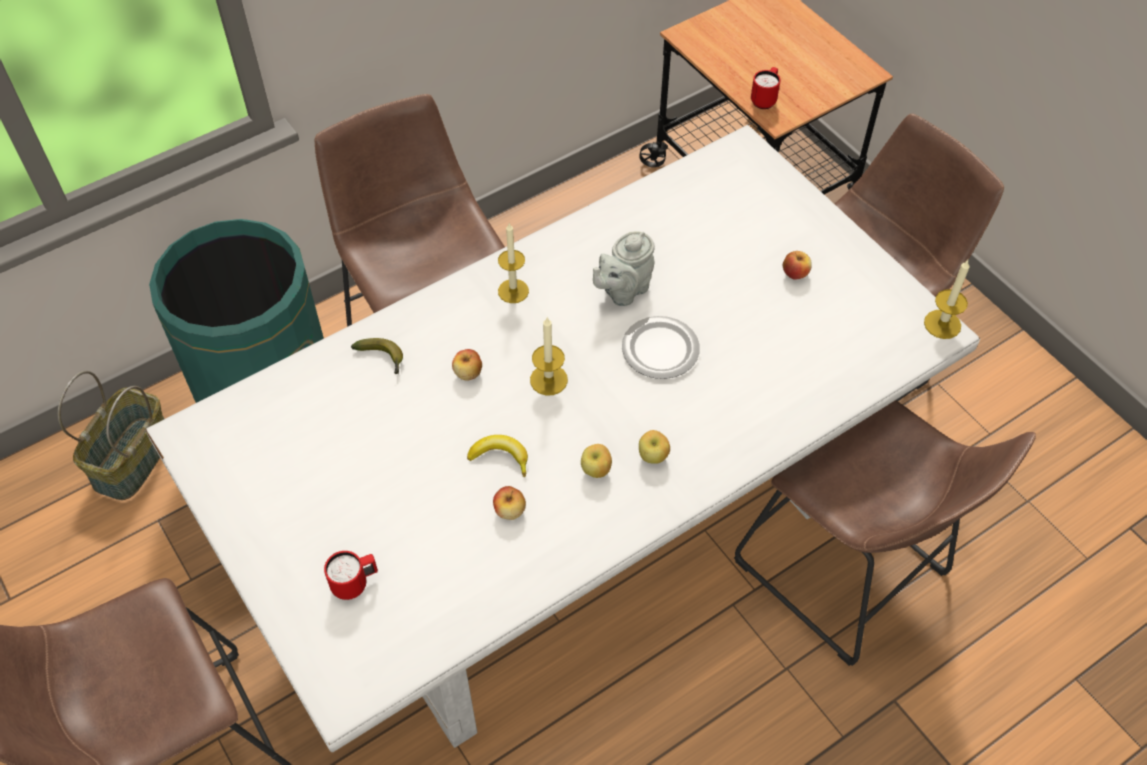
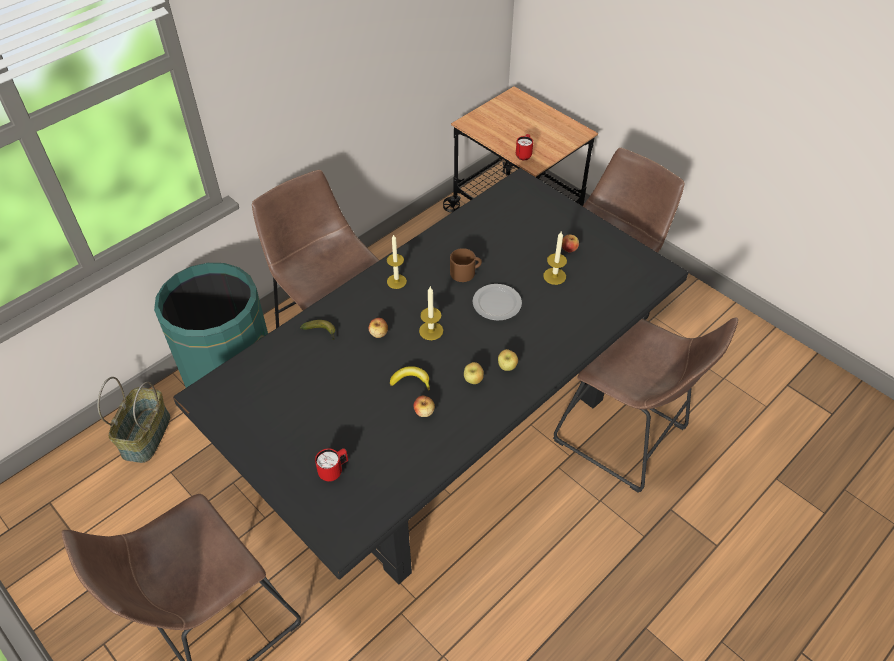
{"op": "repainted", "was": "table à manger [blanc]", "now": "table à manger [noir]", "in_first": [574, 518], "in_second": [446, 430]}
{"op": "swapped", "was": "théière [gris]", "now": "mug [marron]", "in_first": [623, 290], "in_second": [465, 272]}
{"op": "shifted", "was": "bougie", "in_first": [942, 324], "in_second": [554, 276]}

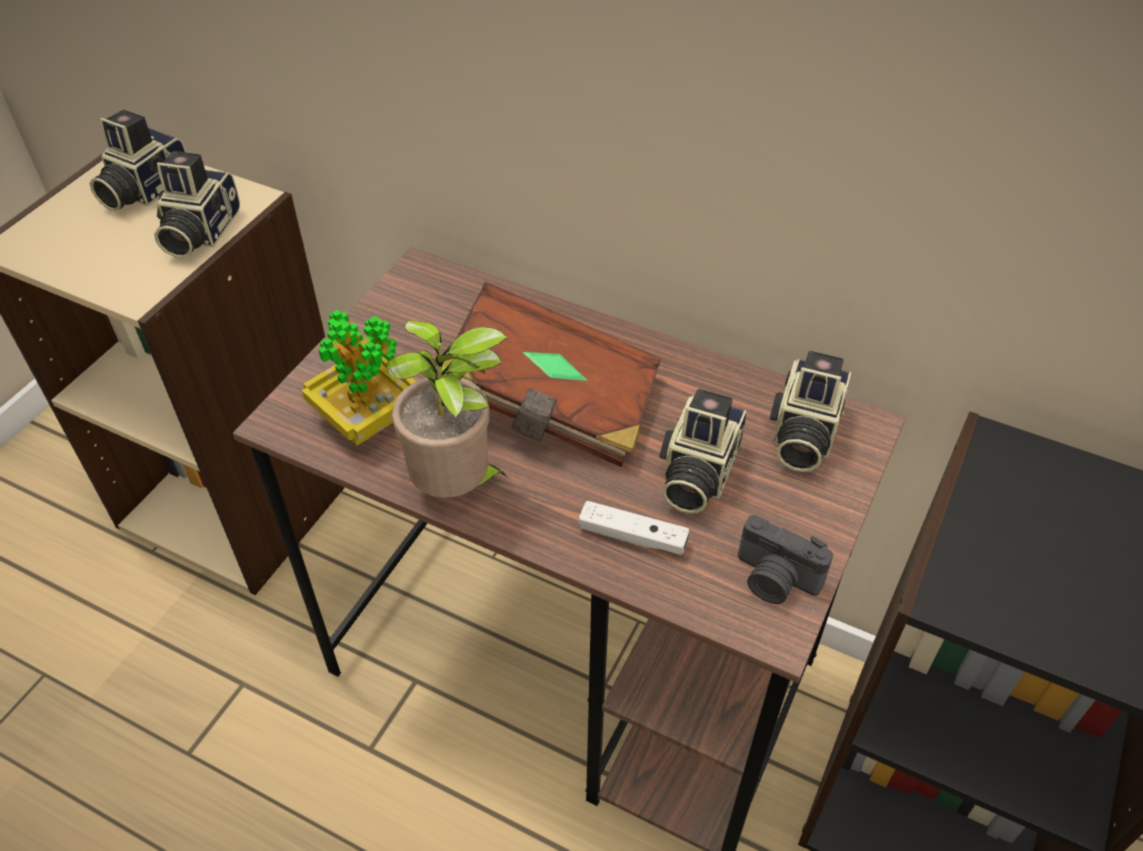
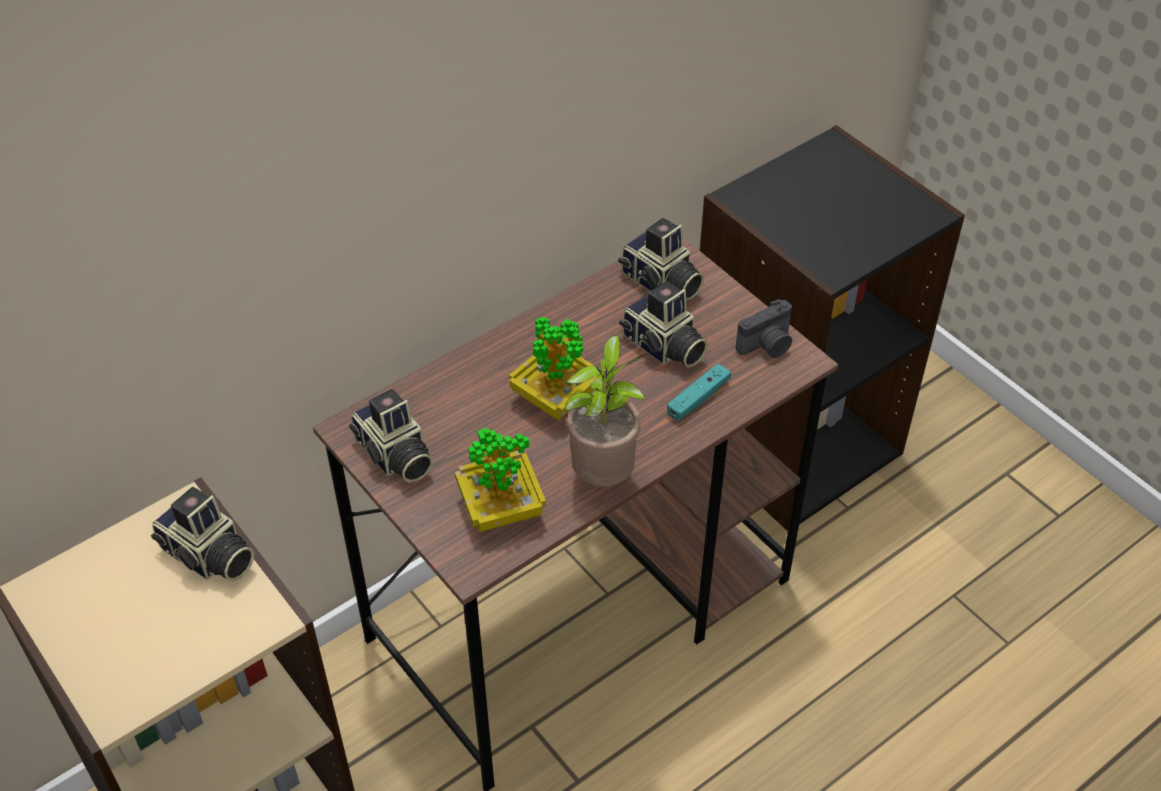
{"op": "shifted", "was": "appareil photo", "in_first": [143, 189], "in_second": [394, 456]}
{"op": "swapped", "was": "livre [marron]", "now": "plante en pot", "in_first": [551, 405], "in_second": [555, 398]}
{"op": "repainted", "was": "manette [blanc]", "now": "manette [turquoise]", "in_first": [632, 536], "in_second": [698, 398]}

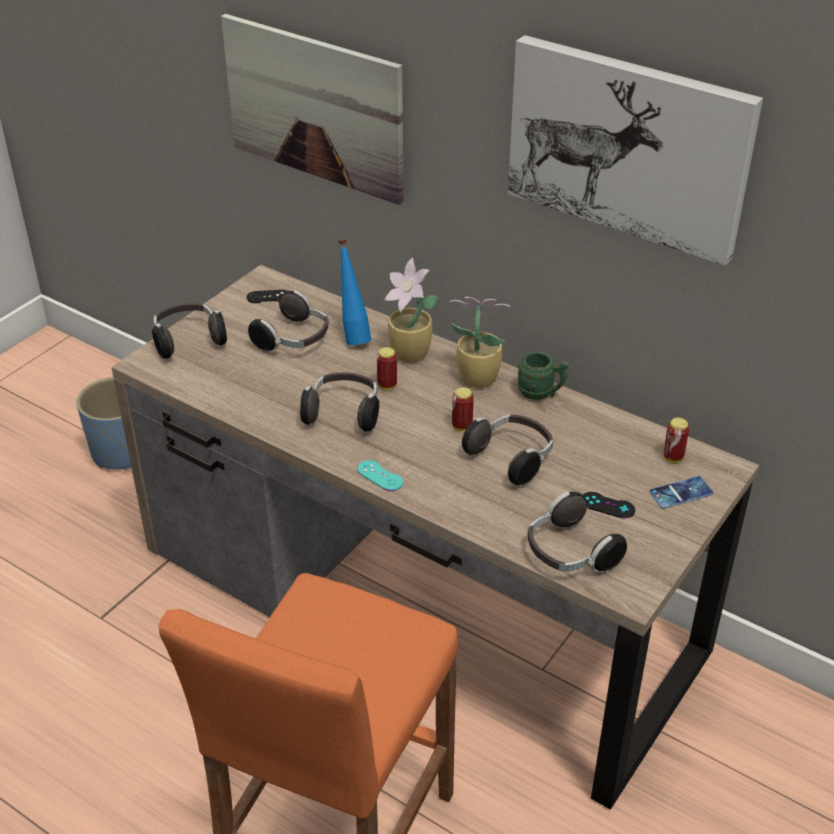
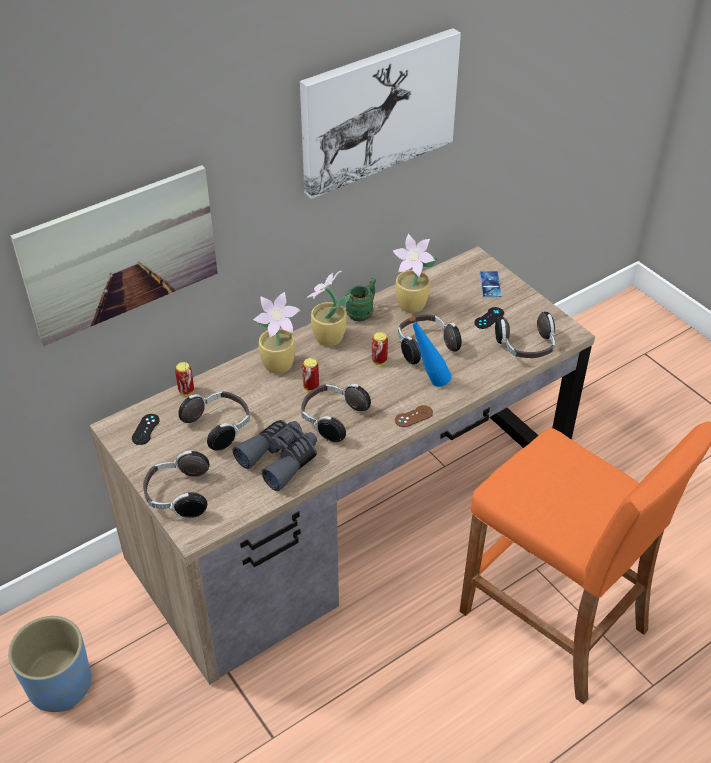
{"op": "shifted", "was": "bouteille [bleu]", "in_first": [353, 336], "in_second": [428, 381]}
{"op": "shifted", "was": "boîte métallique", "in_first": [673, 457], "in_second": [186, 391]}
{"op": "repainted", "was": "manette [turquoise]", "now": "manette [marron]", "in_first": [380, 476], "in_second": [413, 416]}
{"op": "new", "now": "plante en pot", "in_second": [412, 306]}
{"op": "new", "now": "jumelles [gris]", "in_second": [280, 459]}

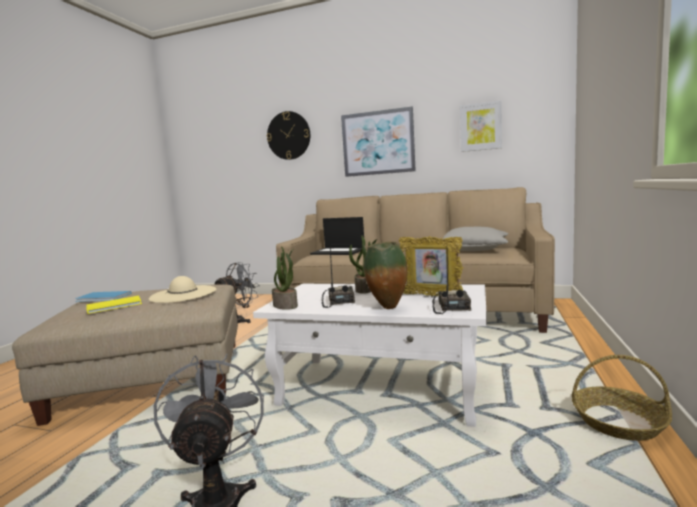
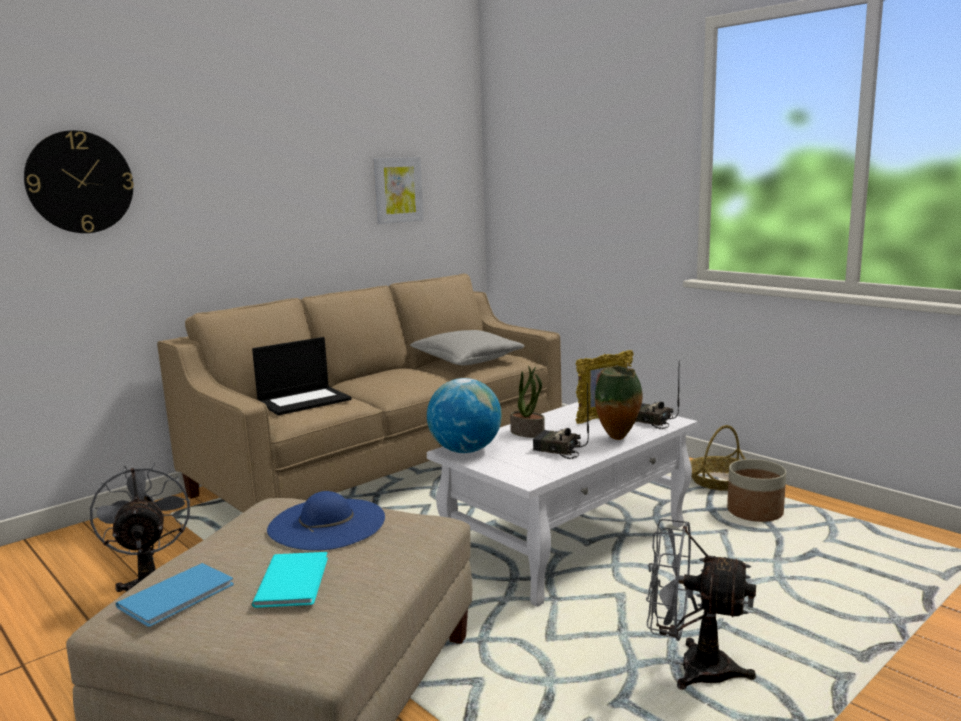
{"op": "gone", "was": "tableau", "in_first": [378, 143]}
{"op": "gone", "was": "plante en pot", "in_first": [286, 305]}
{"op": "repainted", "was": "chapeau [beige]", "now": "chapeau [bleu]", "in_first": [183, 294], "in_second": [327, 523]}
{"op": "repainted", "was": "livre [jaune]", "now": "livre [turquoise]", "in_first": [116, 305], "in_second": [295, 579]}
{"op": "new", "now": "globe", "in_second": [465, 450]}
{"op": "new", "now": "cache-pot", "in_second": [755, 512]}

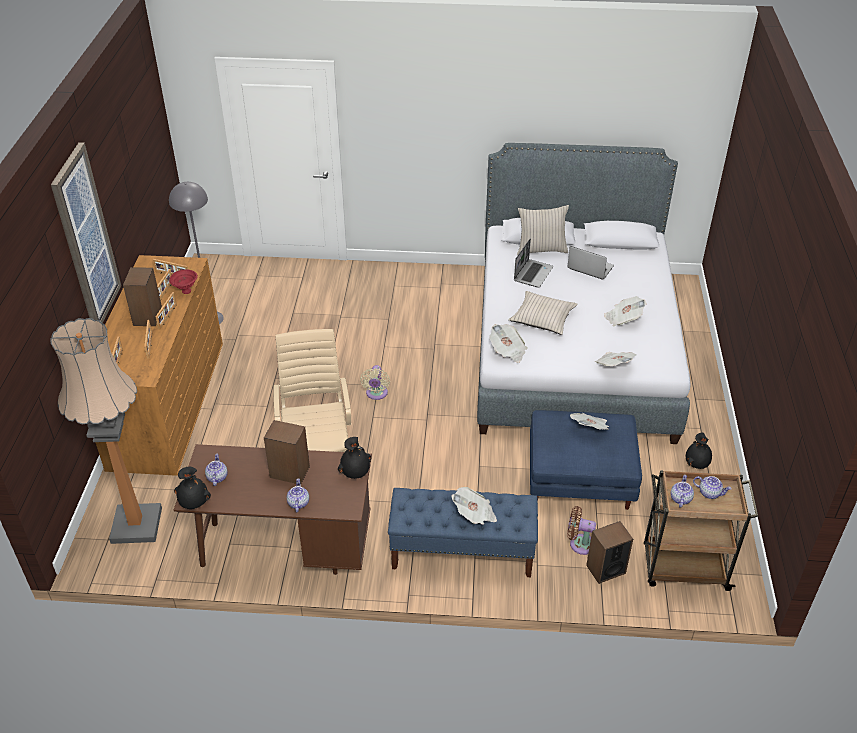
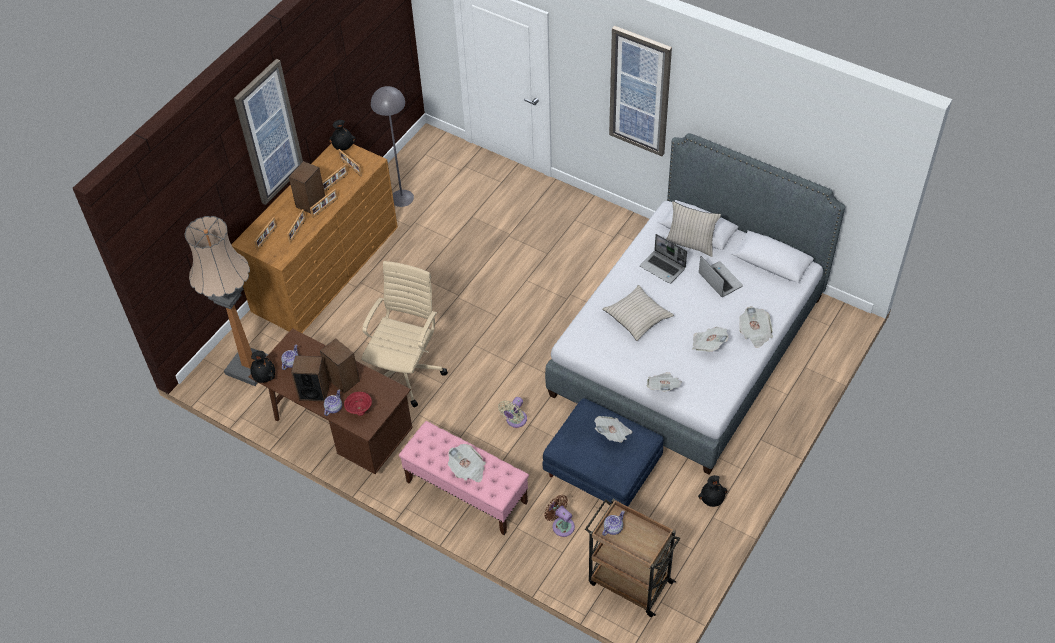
{"op": "rotated", "was": "ordinateur portable", "in_first": [533, 274], "in_second": [663, 267], "clockwise": 75}
{"op": "shifted", "was": "bol [rouge]", "in_first": [186, 291], "in_second": [359, 412]}
{"op": "shifted", "was": "journal", "in_first": [508, 351], "in_second": [755, 333]}
{"op": "shifted", "was": "ventilateur [beige]", "in_first": [376, 394], "in_second": [515, 420]}
{"op": "shifted", "was": "vase [noir]", "in_first": [355, 473], "in_second": [343, 147]}
{"op": "gone", "was": "théière", "in_first": [710, 493]}
{"op": "repainted", "was": "banc [bleu]", "now": "banc [rose]", "in_first": [461, 552], "in_second": [466, 492]}
{"op": "shifted", "was": "enceinte", "in_first": [605, 569], "in_second": [314, 392]}
{"op": "new", "now": "tableau", "in_second": [640, 91]}

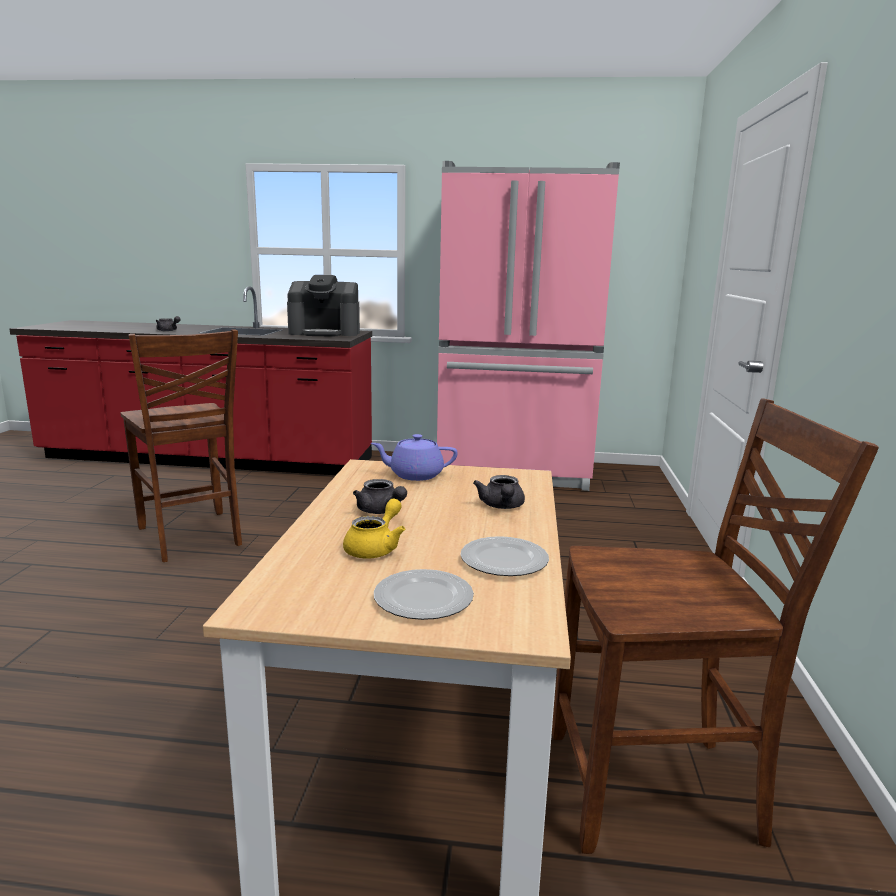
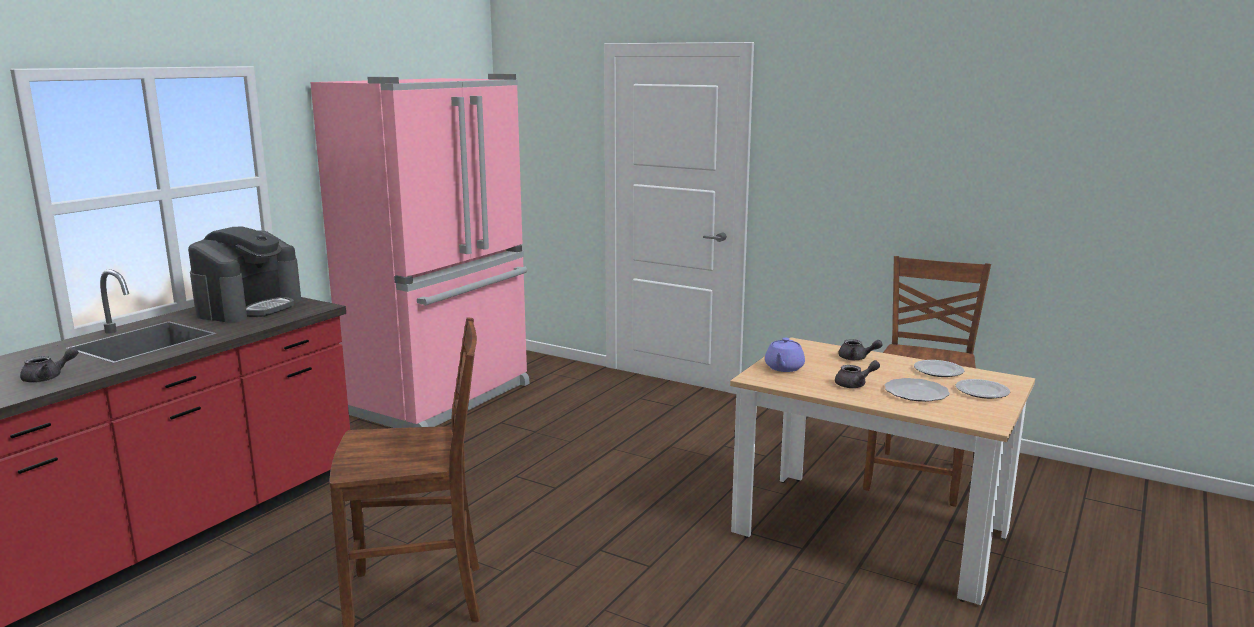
{"op": "swapped", "was": "théière [jaune]", "now": "assiette", "in_first": [375, 548], "in_second": [915, 393]}

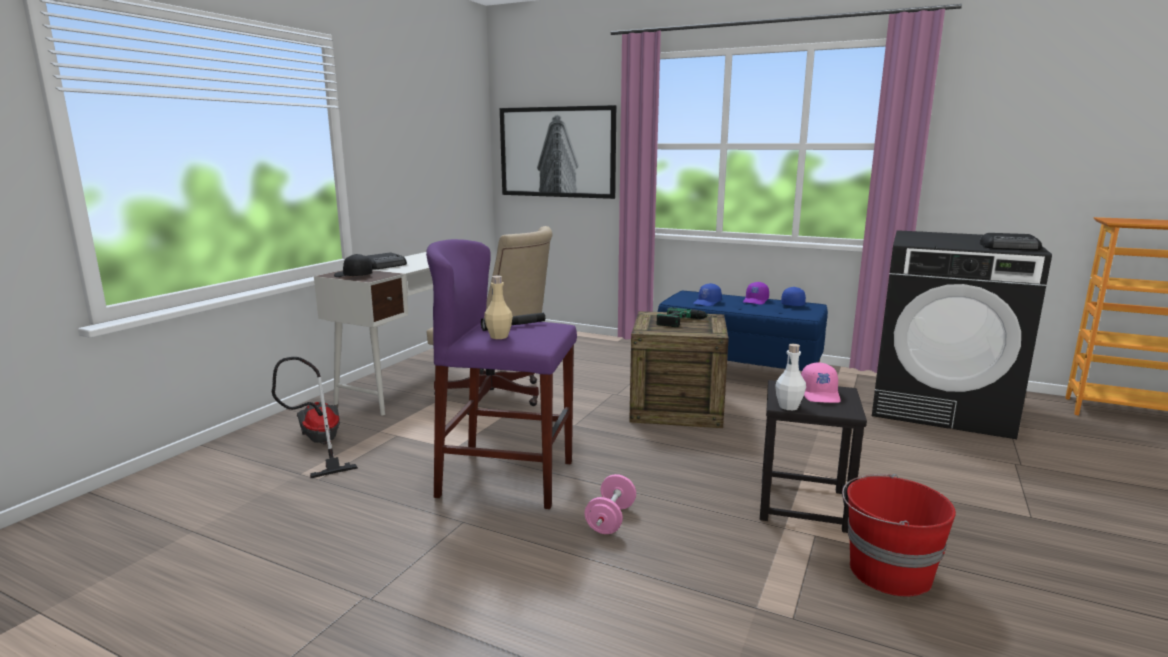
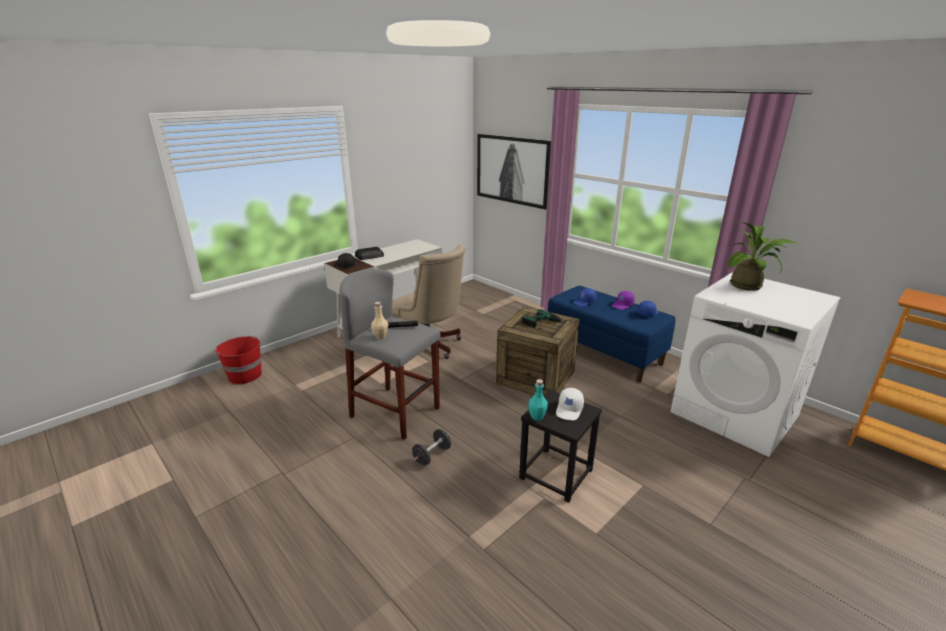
{"op": "repainted", "was": "lave-linge [noir]", "now": "lave-linge [blanc]", "in_first": [940, 407], "in_second": [735, 414]}
{"op": "gone", "was": "radio", "in_first": [1011, 248]}
{"op": "repainted", "was": "tabouret [violet]", "now": "tabouret [gris]", "in_first": [507, 478], "in_second": [395, 412]}
{"op": "repainted", "was": "bouteille [blanc]", "now": "bouteille [turquoise]", "in_first": [788, 407], "in_second": [537, 417]}
{"op": "gone", "was": "aspirateur", "in_first": [319, 444]}
{"op": "repainted", "was": "casquette [rose]", "now": "casquette [blanc]", "in_first": [820, 394], "in_second": [569, 410]}
{"op": "repainted", "was": "haltère [rose]", "now": "haltère [noir]", "in_first": [610, 520], "in_second": [432, 455]}
{"op": "shifted", "was": "seau [rouge]", "in_first": [887, 572], "in_second": [244, 375]}
{"op": "new", "now": "plante en pot", "in_second": [750, 286]}

